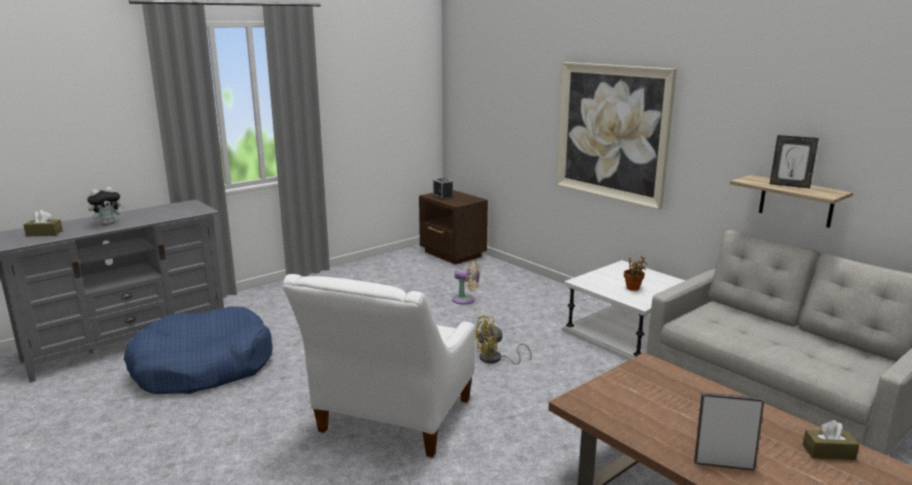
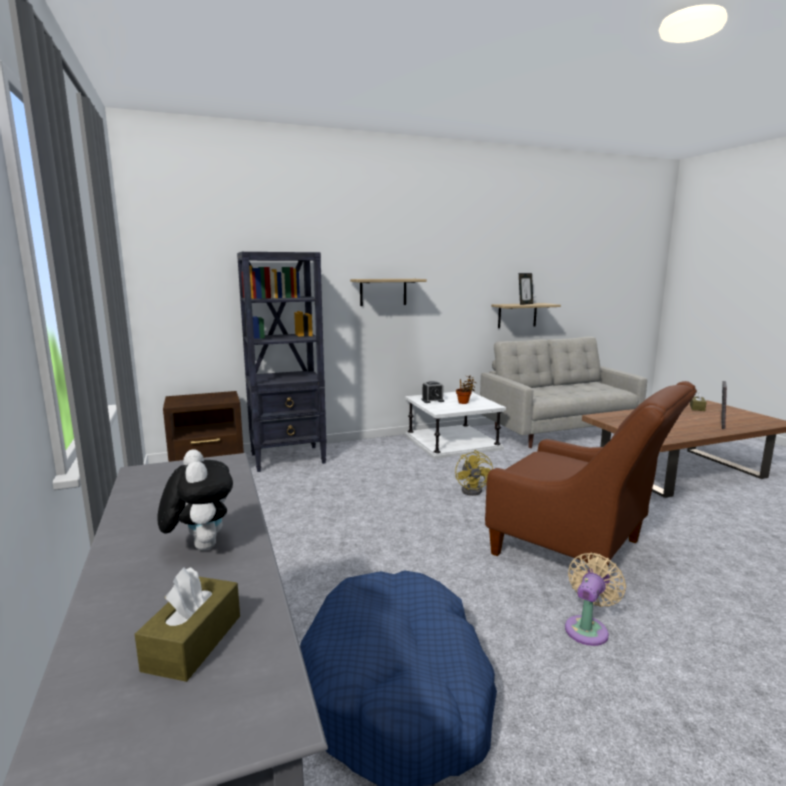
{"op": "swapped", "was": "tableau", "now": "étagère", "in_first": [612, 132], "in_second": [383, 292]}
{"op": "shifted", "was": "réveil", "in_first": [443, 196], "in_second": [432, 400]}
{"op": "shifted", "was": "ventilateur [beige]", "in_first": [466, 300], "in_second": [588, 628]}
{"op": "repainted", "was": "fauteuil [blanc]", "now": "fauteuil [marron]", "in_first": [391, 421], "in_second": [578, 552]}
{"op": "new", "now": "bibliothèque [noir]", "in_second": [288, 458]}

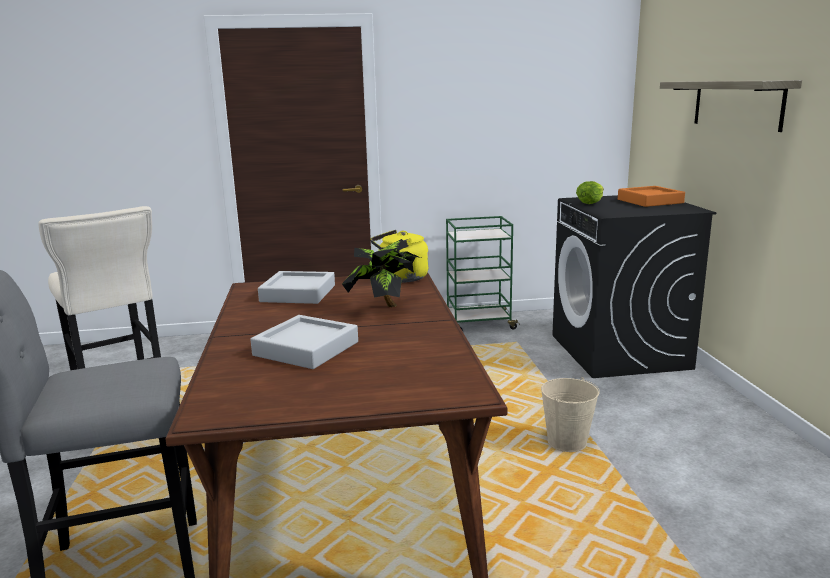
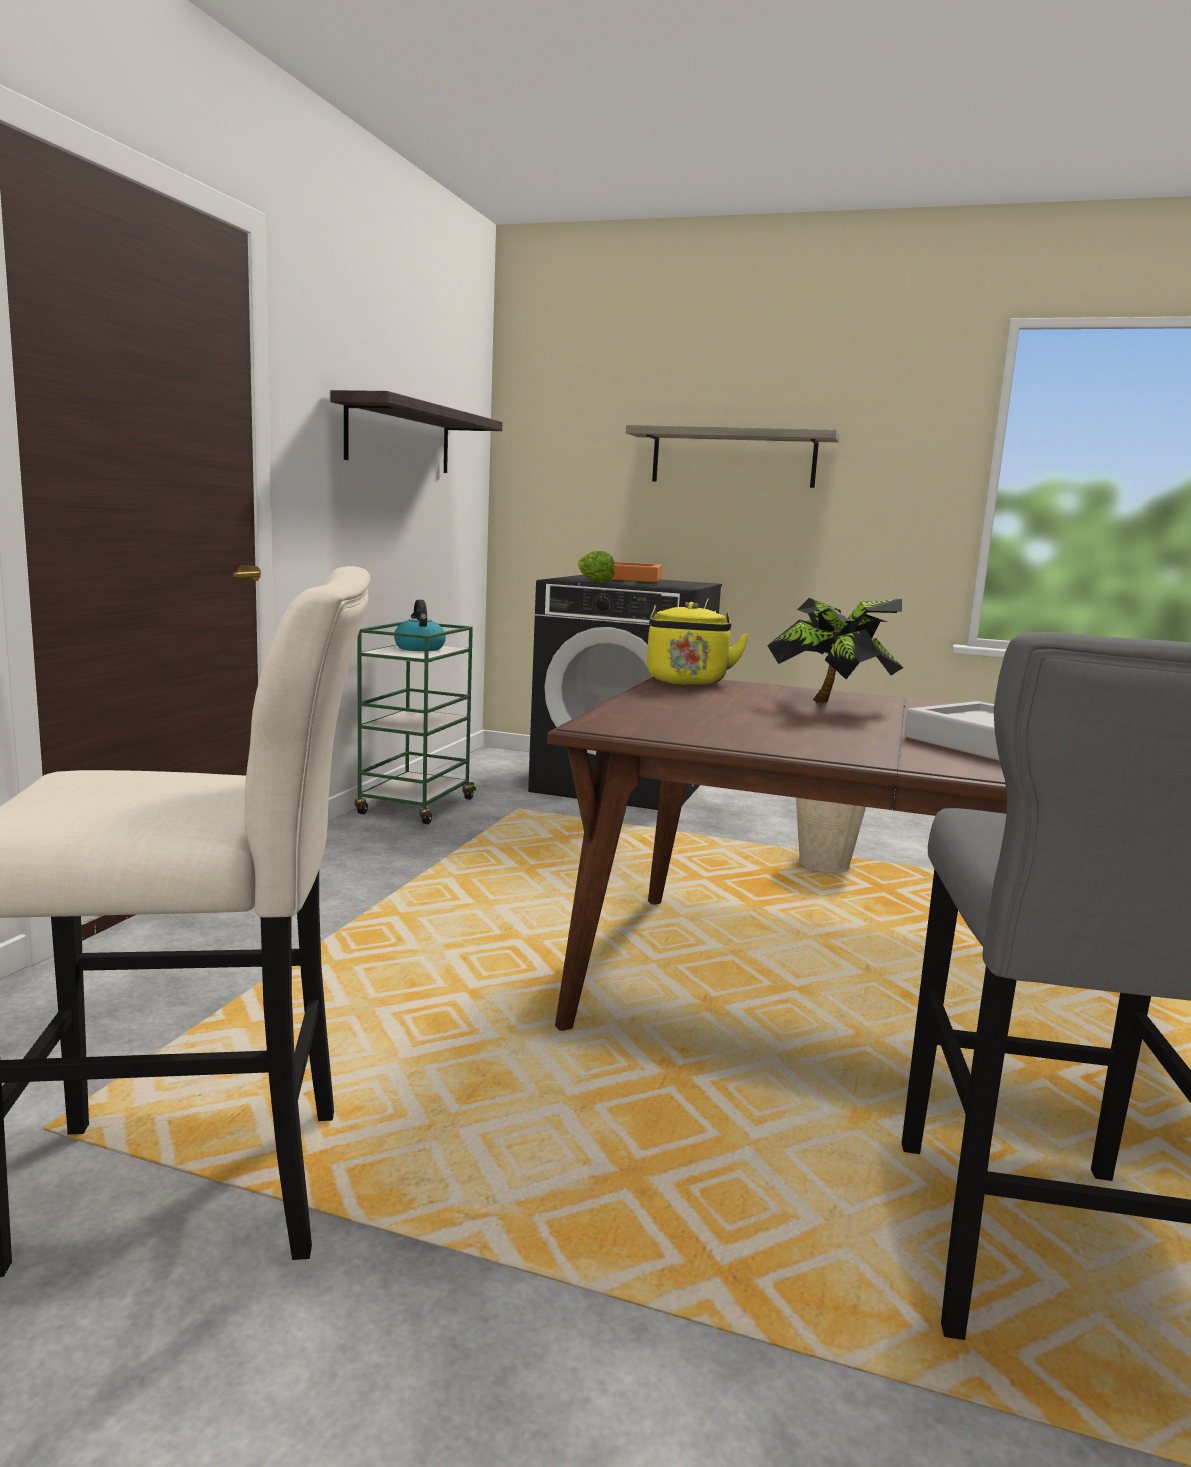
{"op": "gone", "was": "plateau [gris]", "in_first": [298, 293]}
{"op": "new", "now": "étagère", "in_second": [399, 437]}
{"op": "new", "now": "bouilloire", "in_second": [419, 648]}

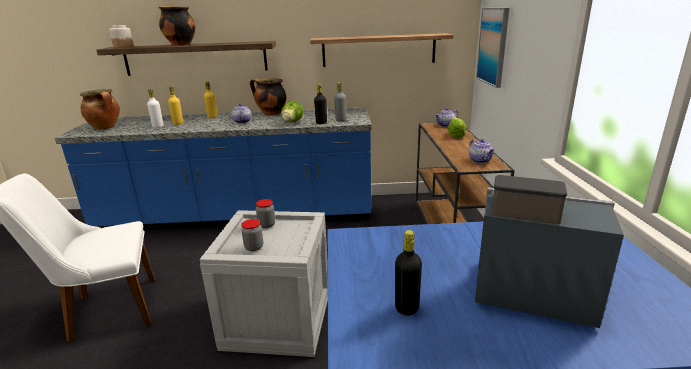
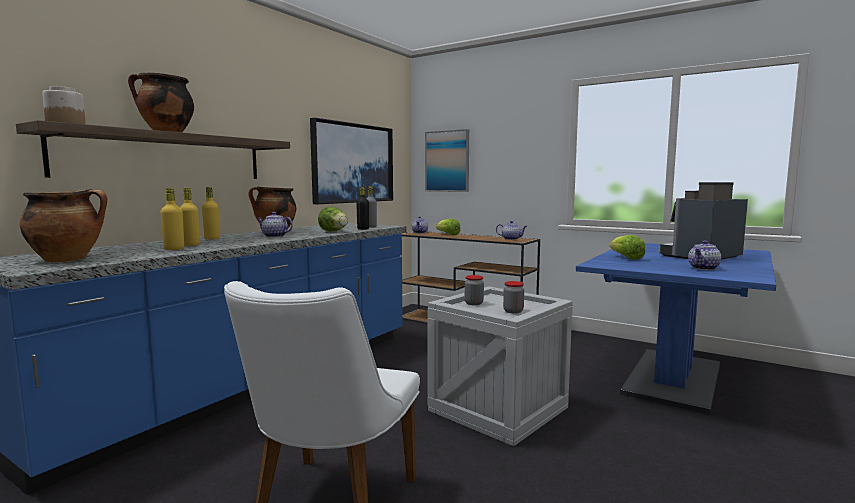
{"op": "swapped", "was": "étagère", "now": "tableau", "in_first": [378, 50], "in_second": [353, 163]}
{"op": "repainted", "was": "bouteille [blanc]", "now": "bouteille [jaune]", "in_first": [158, 127], "in_second": [174, 249]}
{"op": "swapped", "was": "bouteille [noir]", "now": "théière", "in_first": [407, 308], "in_second": [703, 268]}
{"op": "new", "now": "laitue", "in_second": [626, 258]}

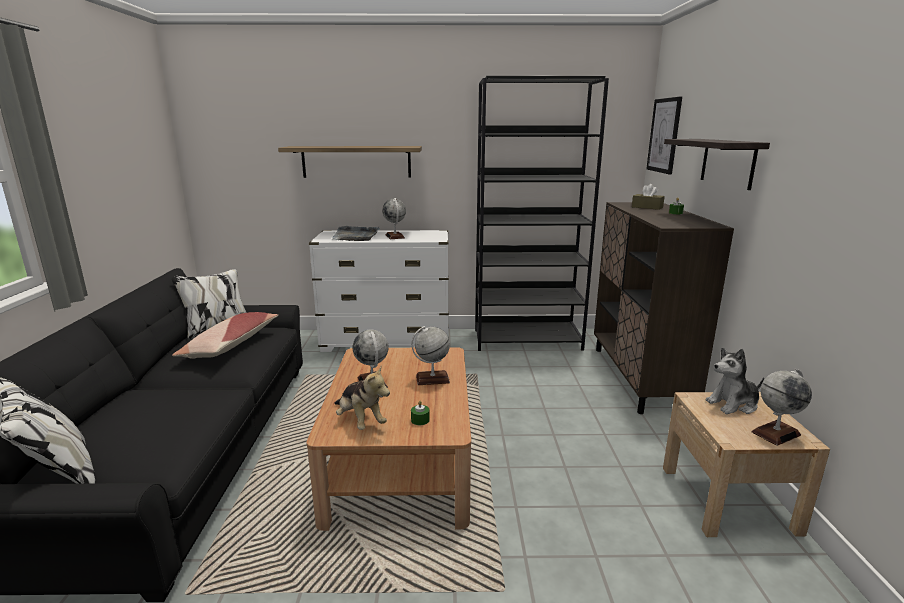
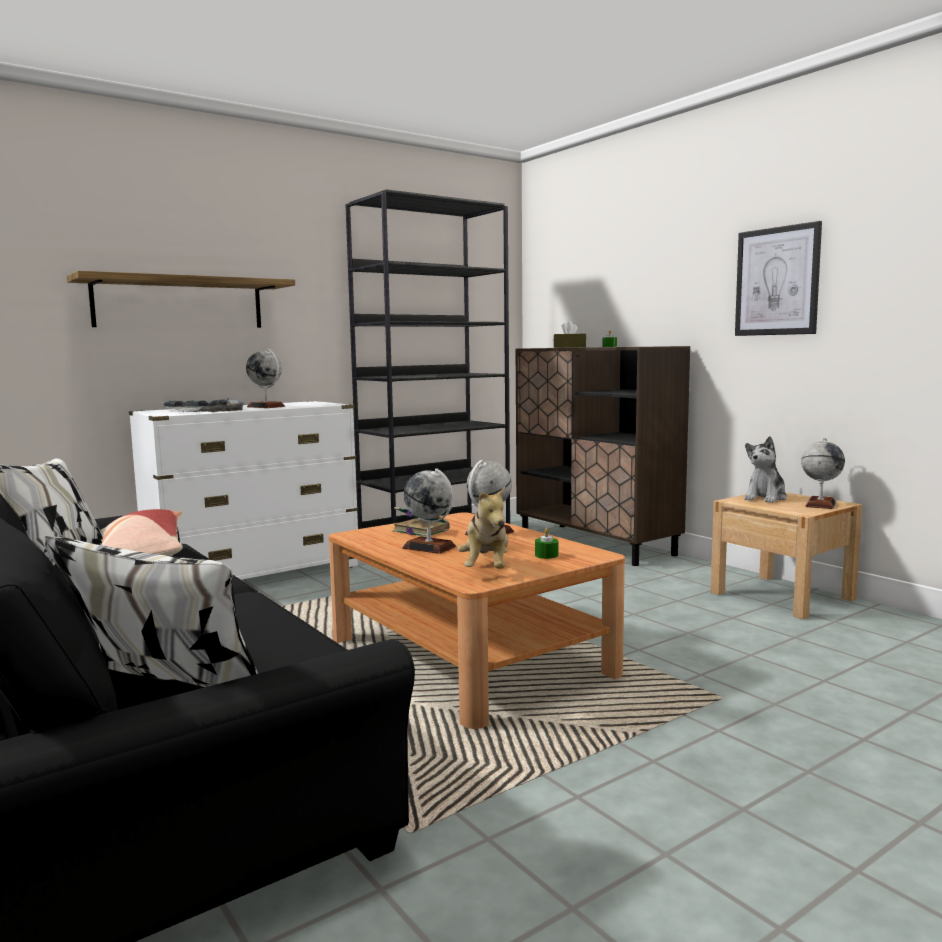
{"op": "shifted", "was": "tableau", "in_first": [664, 135], "in_second": [777, 281]}
{"op": "gone", "was": "étagère", "in_first": [727, 162]}
{"op": "rotated", "was": "peluche", "in_first": [360, 421], "in_second": [487, 569], "clockwise": 75}
{"op": "new", "now": "livre", "in_second": [420, 530]}

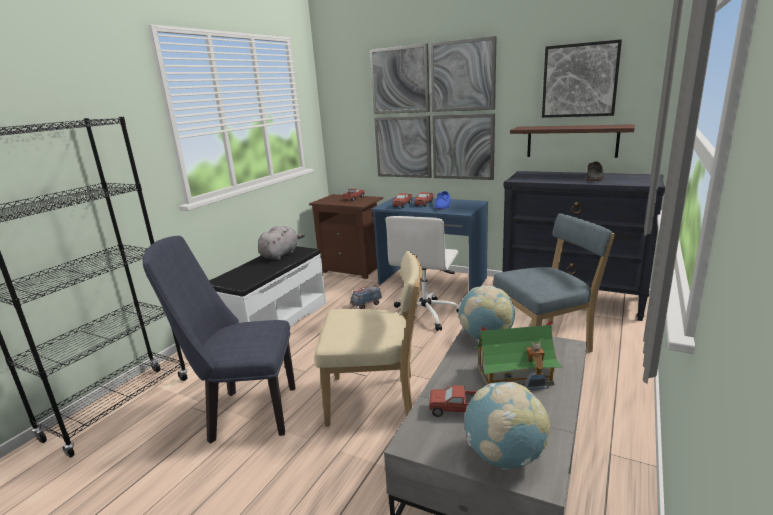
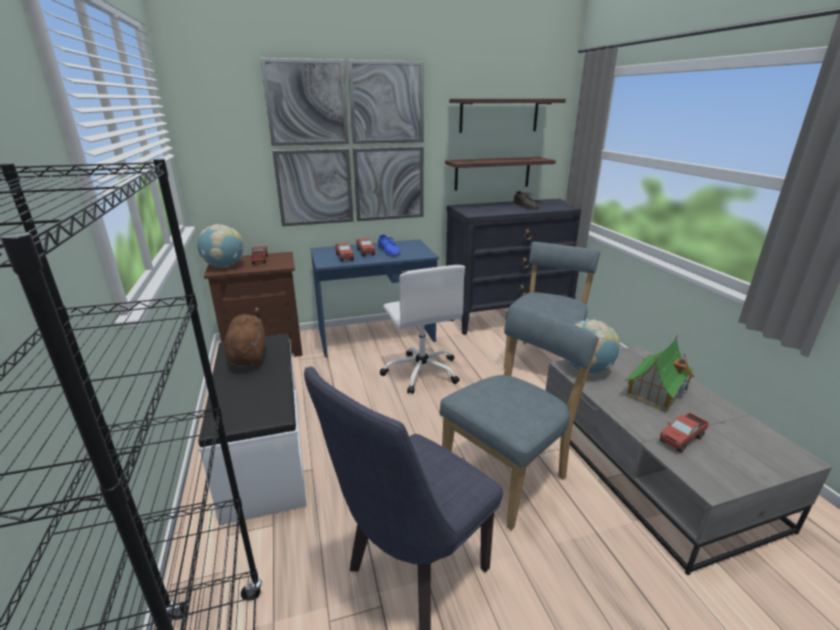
{"op": "swapped", "was": "tableau", "now": "étagère", "in_first": [579, 80], "in_second": [499, 115]}
{"op": "repainted", "was": "peluche [gris]", "now": "peluche [marron]", "in_first": [280, 254], "in_second": [248, 356]}
{"op": "repainted", "was": "chaise [beige]", "now": "chaise [bleu]", "in_first": [376, 399], "in_second": [508, 475]}
{"op": "gone", "was": "camion jouet", "in_first": [366, 305]}
{"op": "shifted", "was": "globe", "in_first": [504, 456], "in_second": [224, 266]}

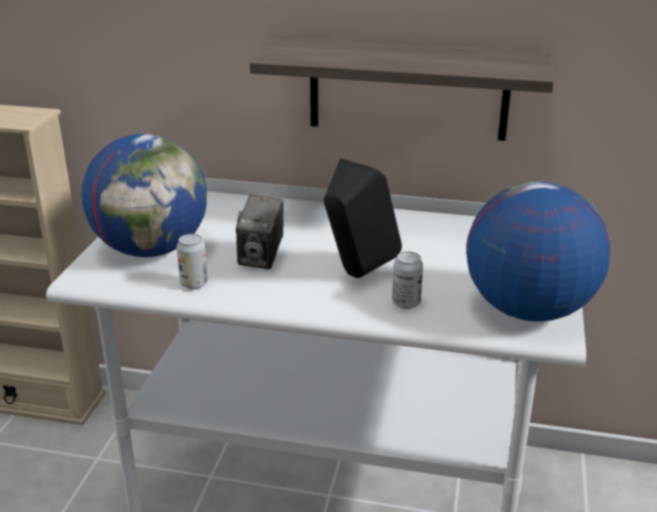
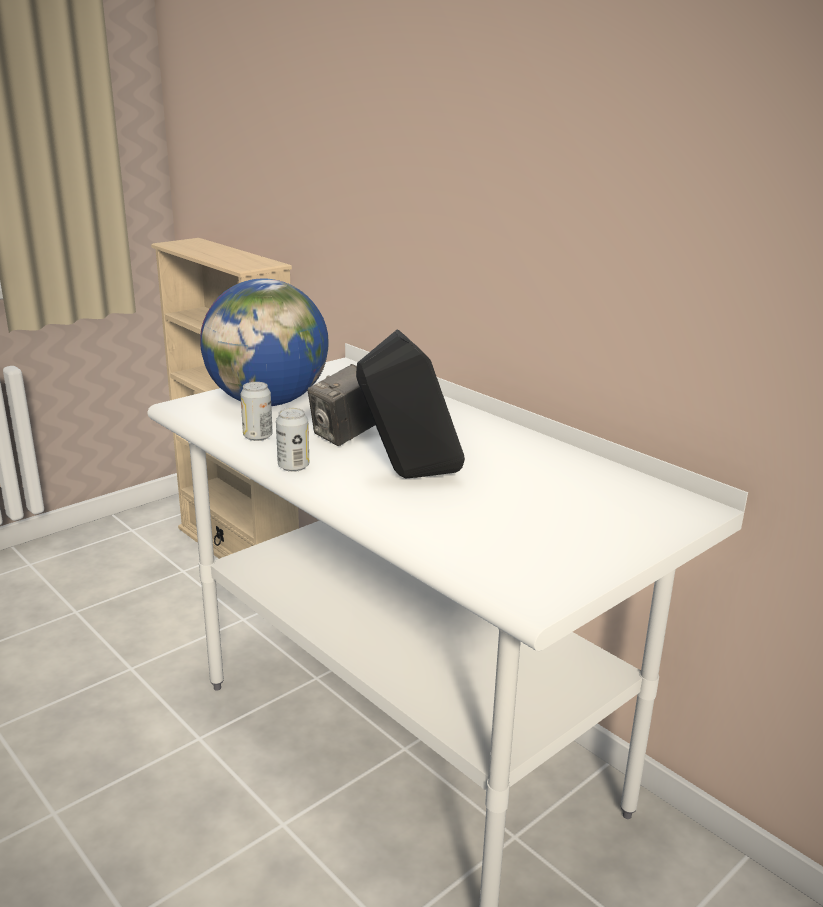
{"op": "gone", "was": "étagère", "in_first": [408, 89]}
{"op": "gone", "was": "globe", "in_first": [528, 310]}
{"op": "shifted", "was": "boîte métallique", "in_first": [406, 303], "in_second": [293, 466]}

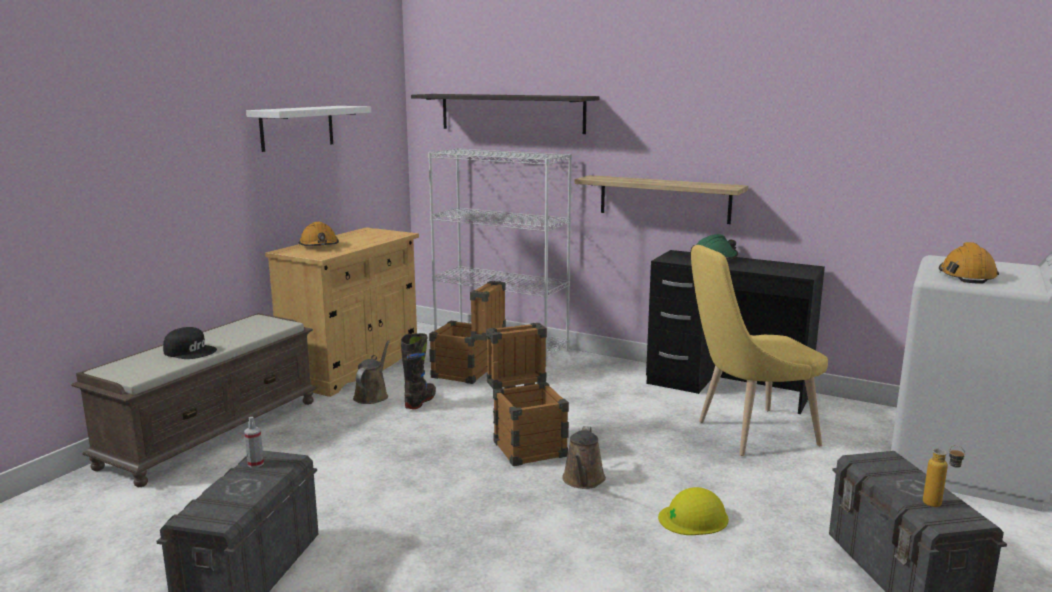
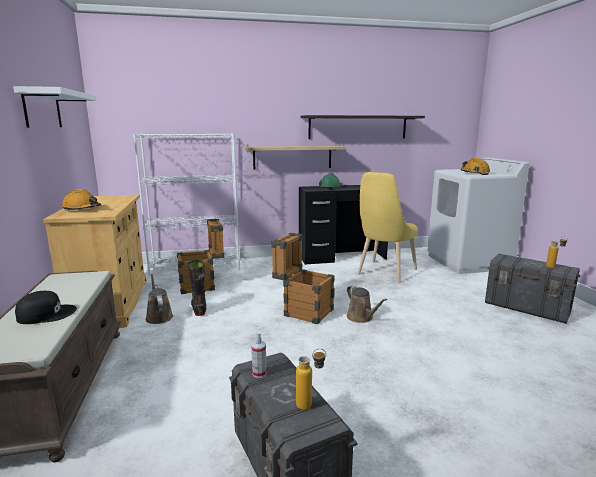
{"op": "shifted", "was": "étagère", "in_first": [511, 113], "in_second": [358, 127]}
{"op": "gone", "was": "casque de chantier [jaune]", "in_first": [693, 518]}
{"op": "new", "now": "bouteille", "in_second": [310, 405]}

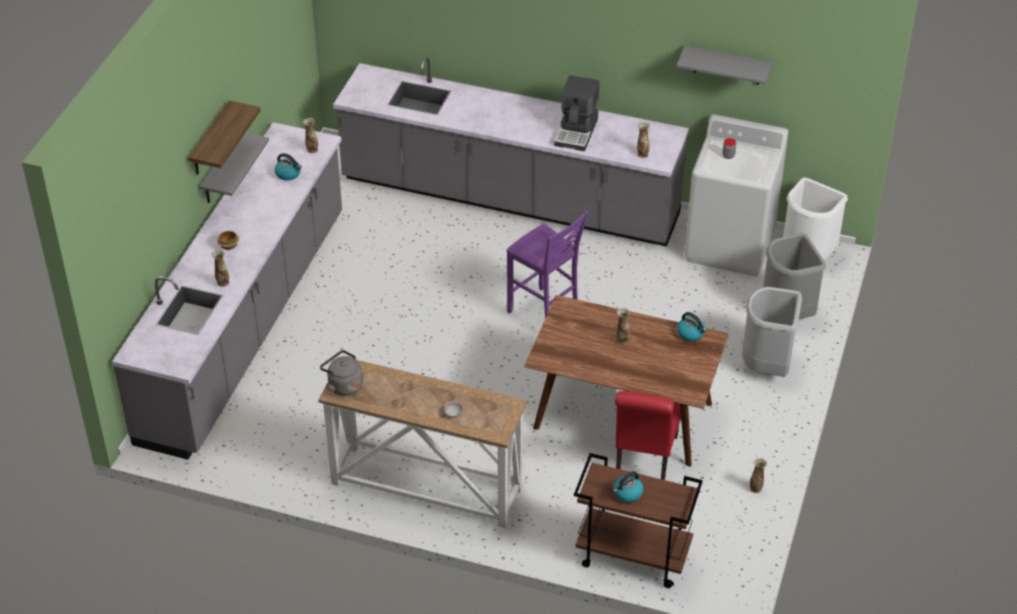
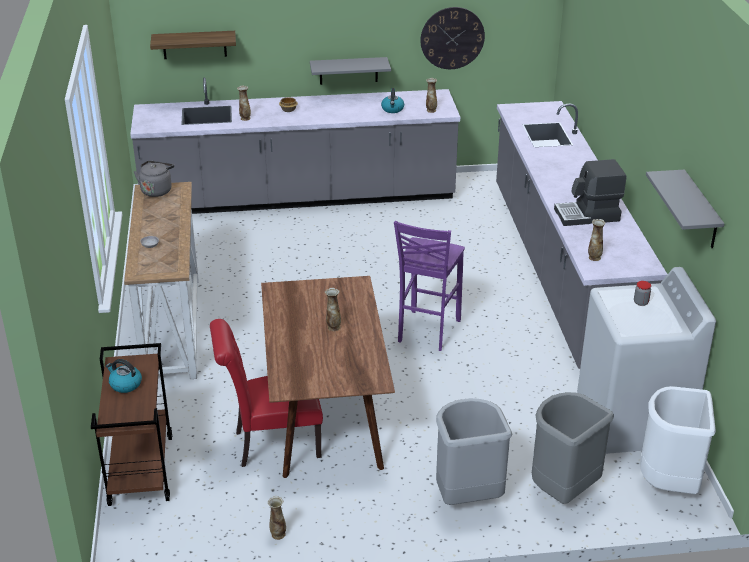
{"op": "shifted", "was": "étagère", "in_first": [210, 140], "in_second": [194, 45]}
{"op": "gone", "was": "bouilloire", "in_first": [691, 333]}
{"op": "new", "now": "horloge murale", "in_second": [452, 38]}

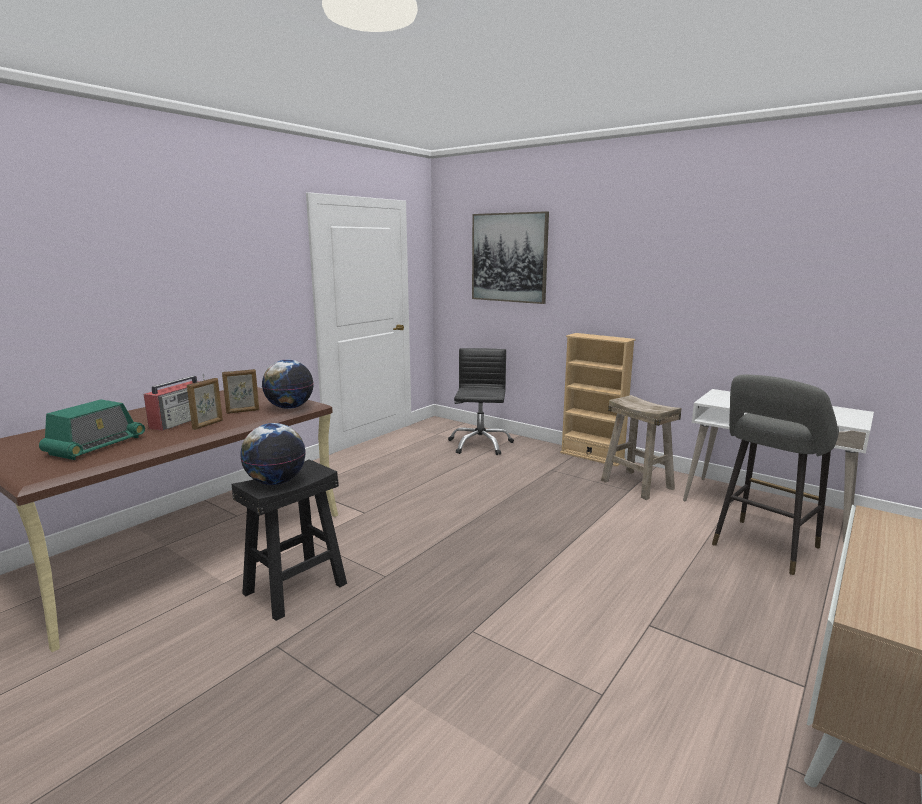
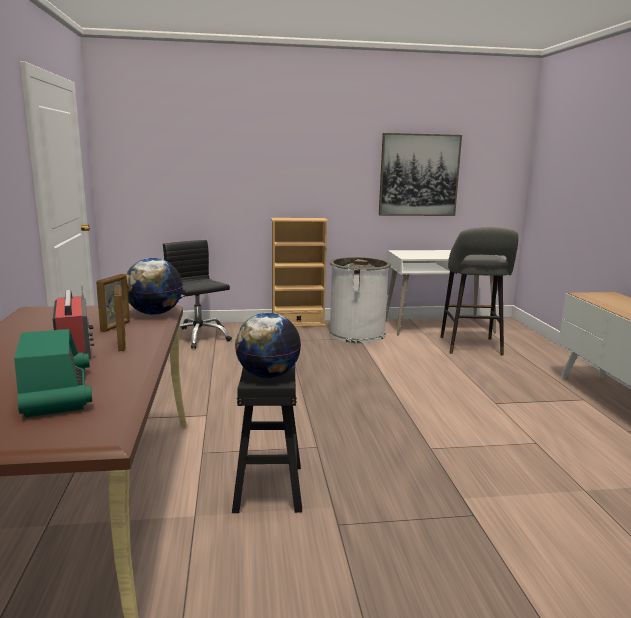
{"op": "shifted", "was": "tableau", "in_first": [509, 257], "in_second": [419, 175]}
{"op": "swapped", "was": "tabouret [beige]", "now": "poubelle [blanc]", "in_first": [637, 484], "in_second": [357, 333]}

